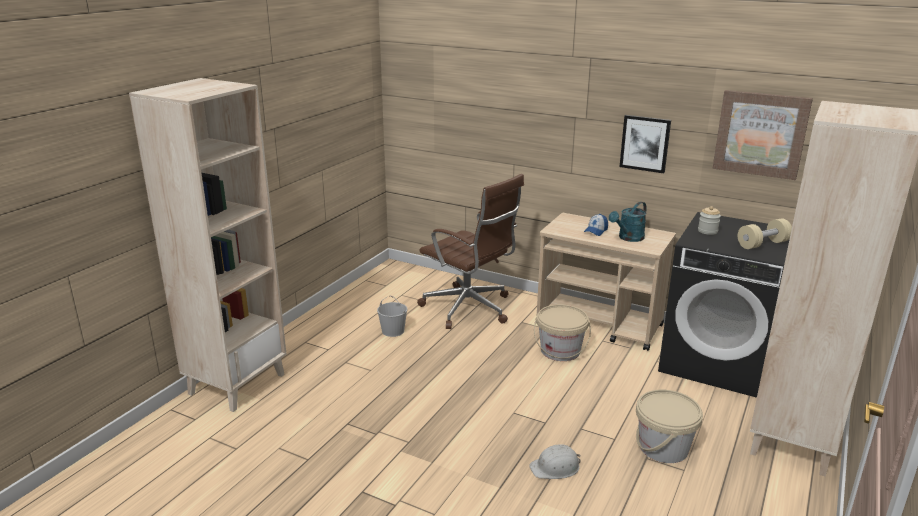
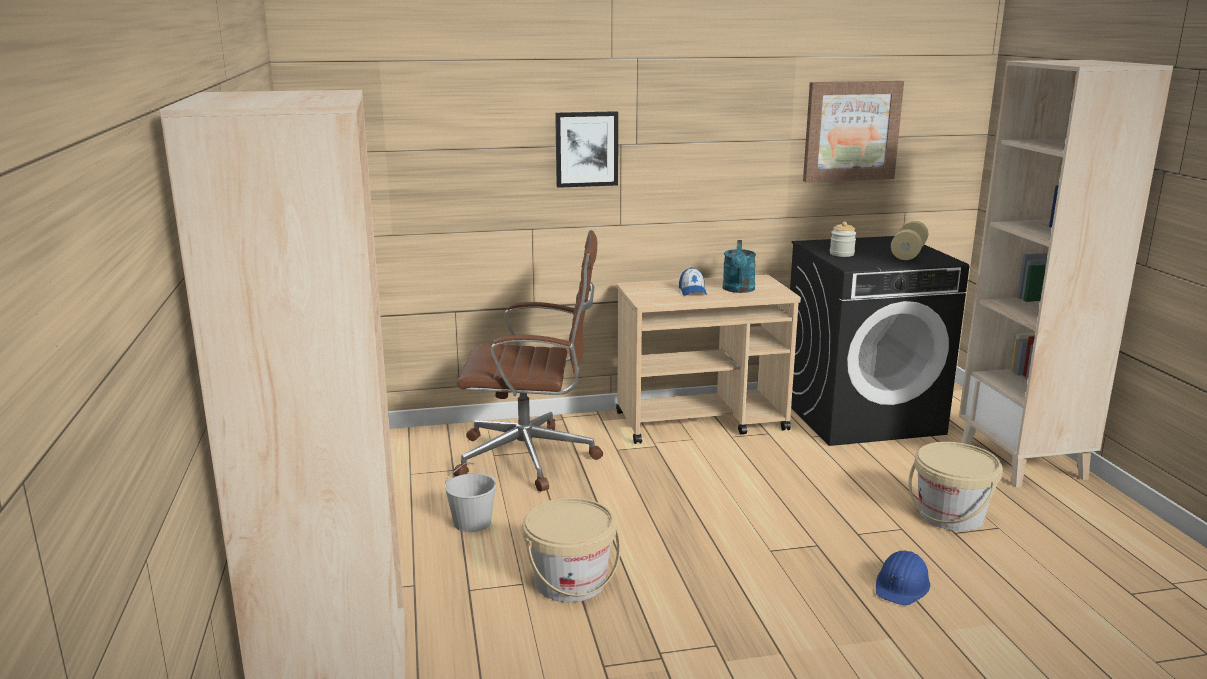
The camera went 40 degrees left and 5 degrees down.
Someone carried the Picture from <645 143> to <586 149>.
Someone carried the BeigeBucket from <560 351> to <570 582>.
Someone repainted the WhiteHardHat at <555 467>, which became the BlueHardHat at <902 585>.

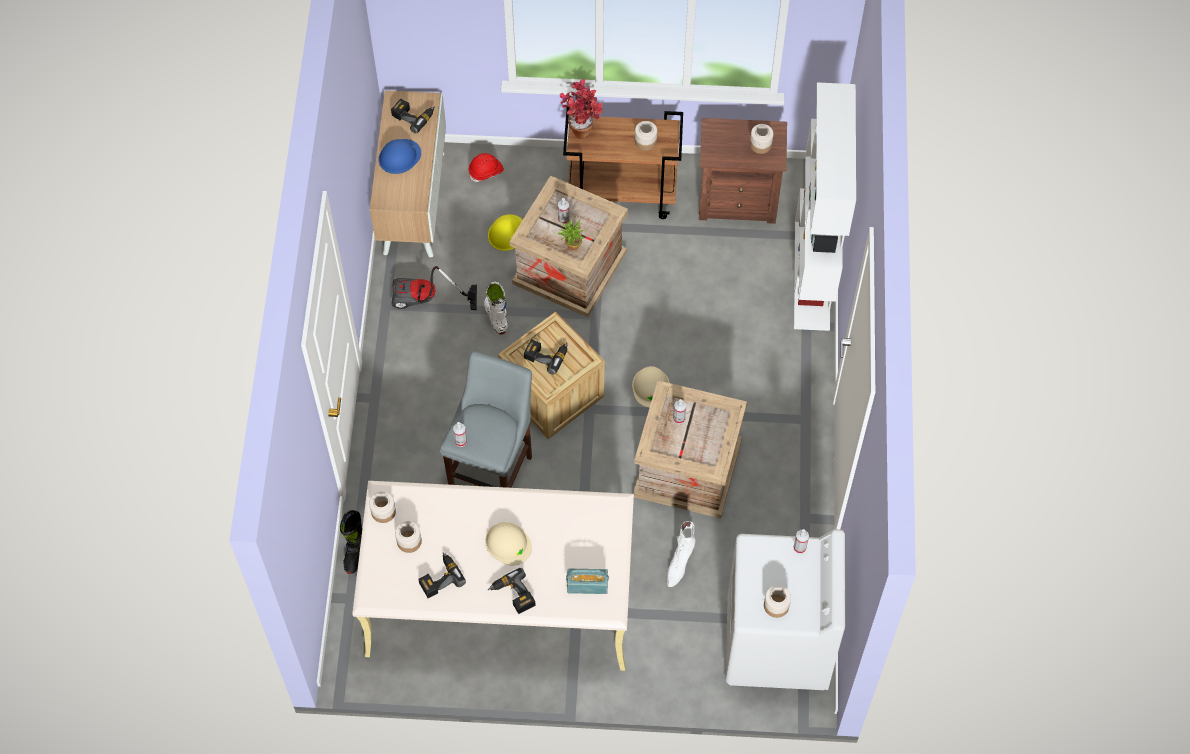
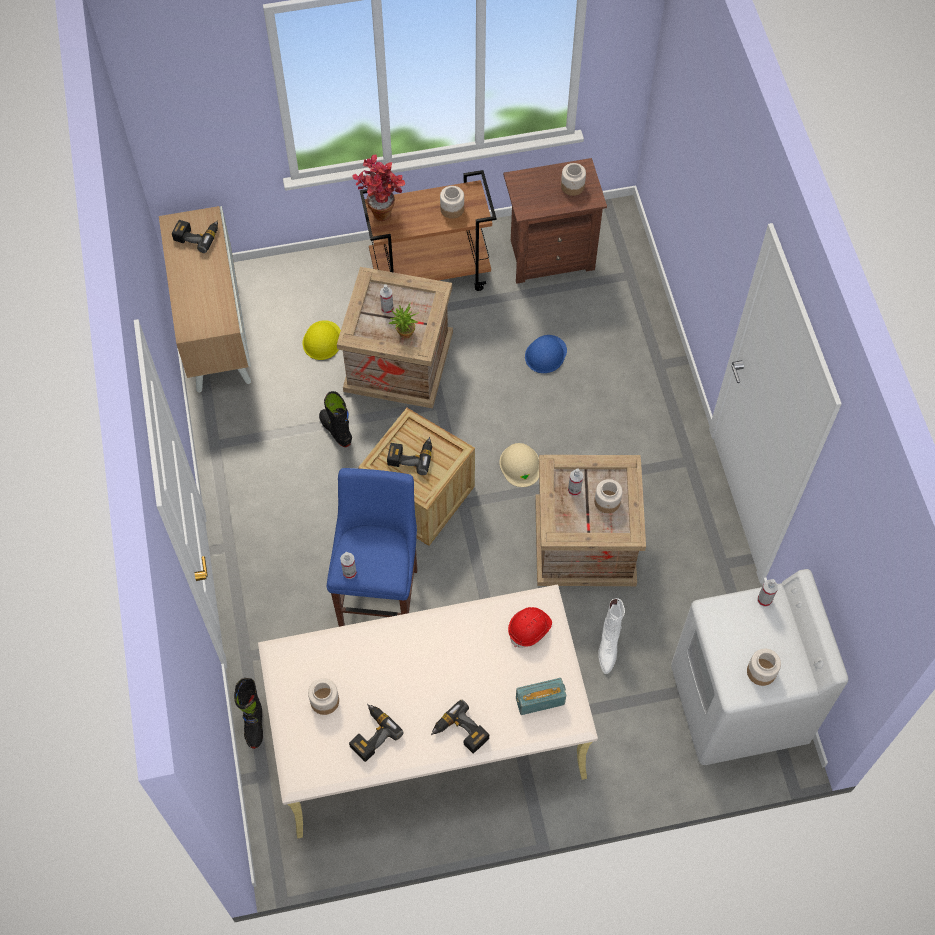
The camera went 15 degrees left and 0 degrees up.
Someone took away the WhiteBookcase at <812 275>.
Someone carried the BlueHardHat from <399 156> to <545 354>.
Someone carried the RedHardHat from <486 171> to <530 629>.
Someone took away the VacuumCleaner at <426 300>.
Someone repainted the WhiteBoot at <496 317>, which became the BlackBoot at <336 430>.
Someone repainted the GreyStool at <493 470>, which became the BlueStool at <380 594>.
Someone carried the Jar from <383 512> to <607 502>.
Someone took away the BeigeHardHat at <508 543>.

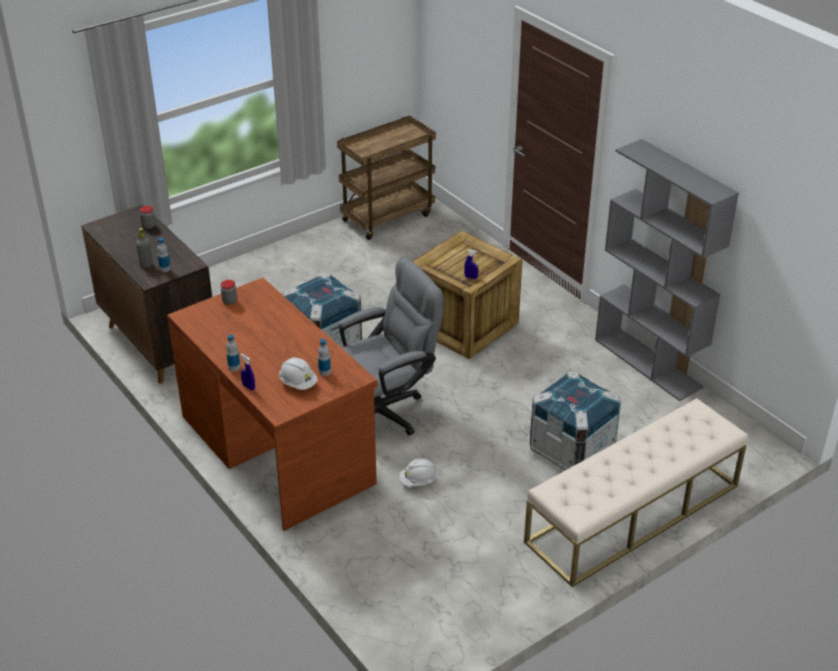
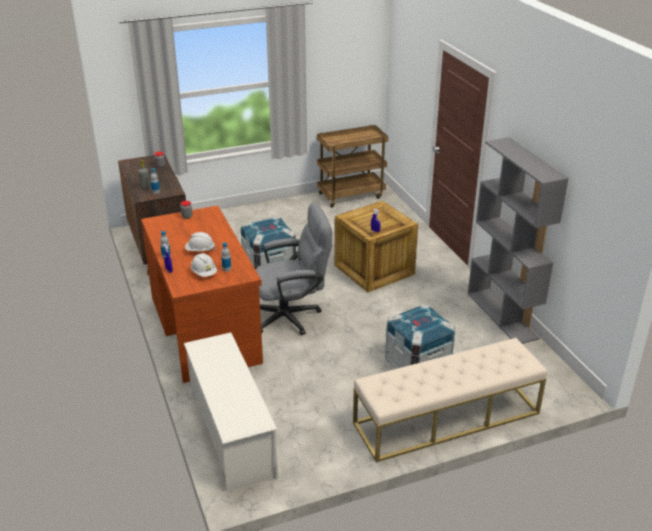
The camera went 15 degrees right and 5 degrees down.
Someone carried the WhiteHardHat from <418 481> to <200 250>.
Someone put down the WhiteShoeRack at <231 434>.

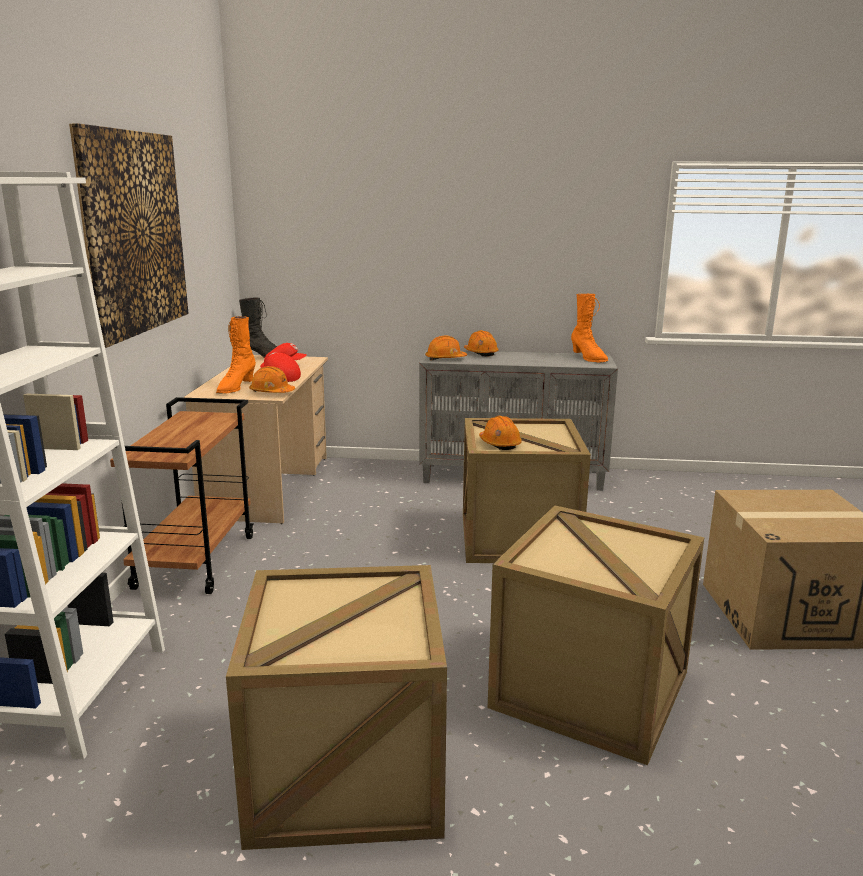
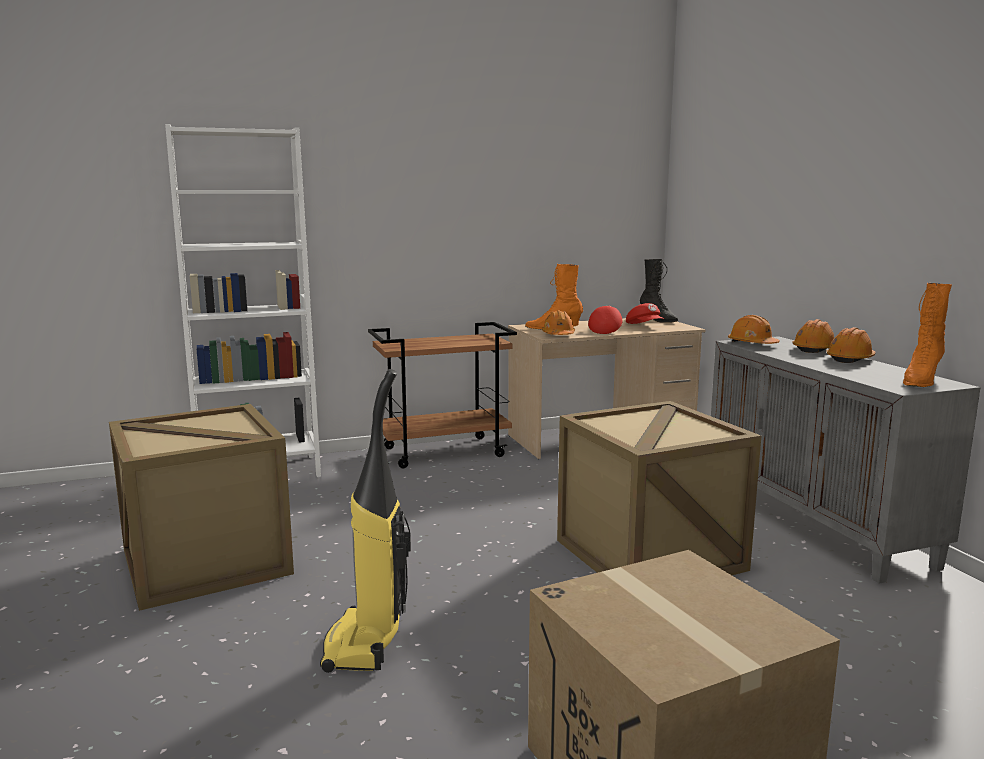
The camera went 65 degrees right and 5 degrees down.
Someone took away the Picture at <134 233>.
Someone carried the OrangeHardHat from <499 444> to <850 359>.
Someone swapped the Crate at <594 689> for the VacuumCleaner at <365 644>.

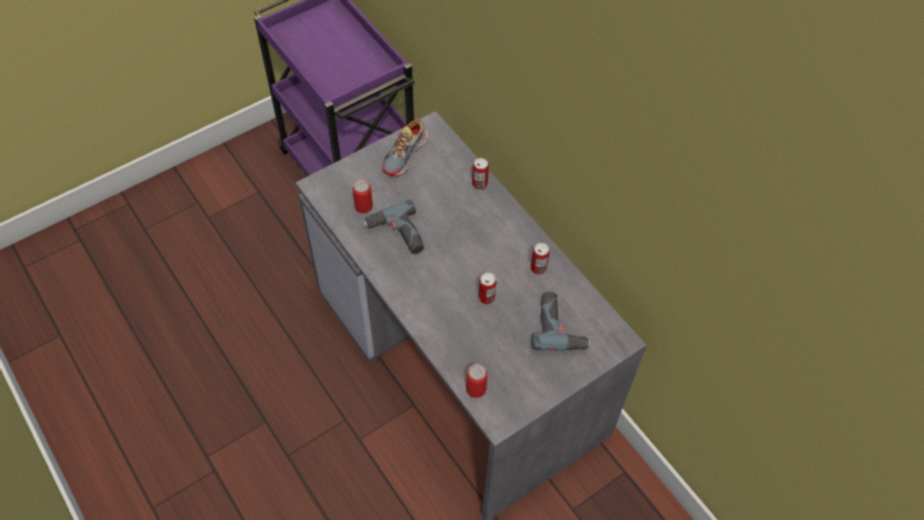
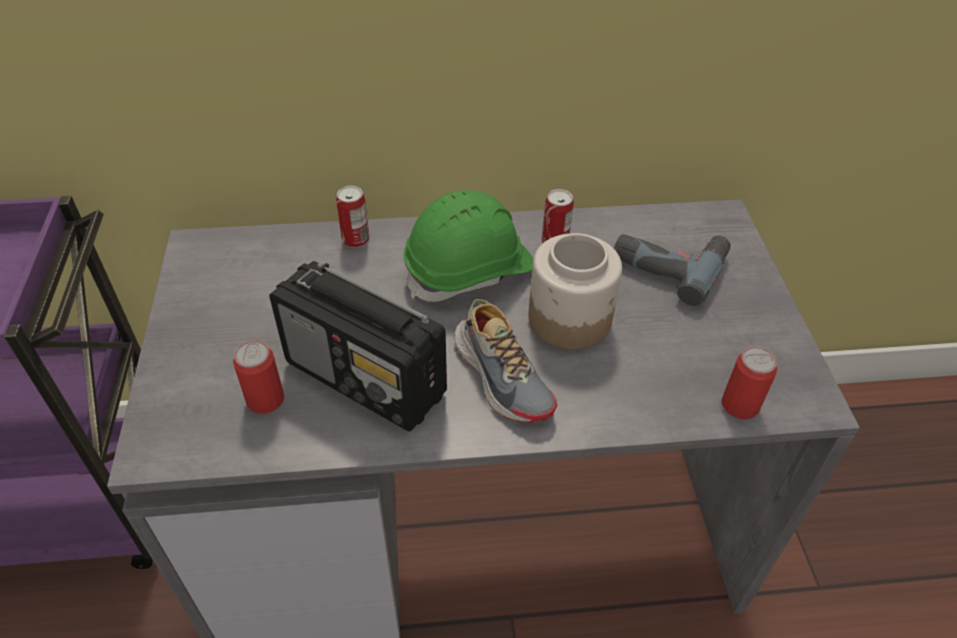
The camera went 60 degrees left and 10 degrees down.
Someone carried the Shoe from <405 154> to <502 375>.
Someone swapped the PowerDrill at <396 235> for the Radio at <366 379>.
Someone swapped the Can at <486 297> for the Jar at <570 319>.
Someone put down the GreenHardHat at <470 271>.

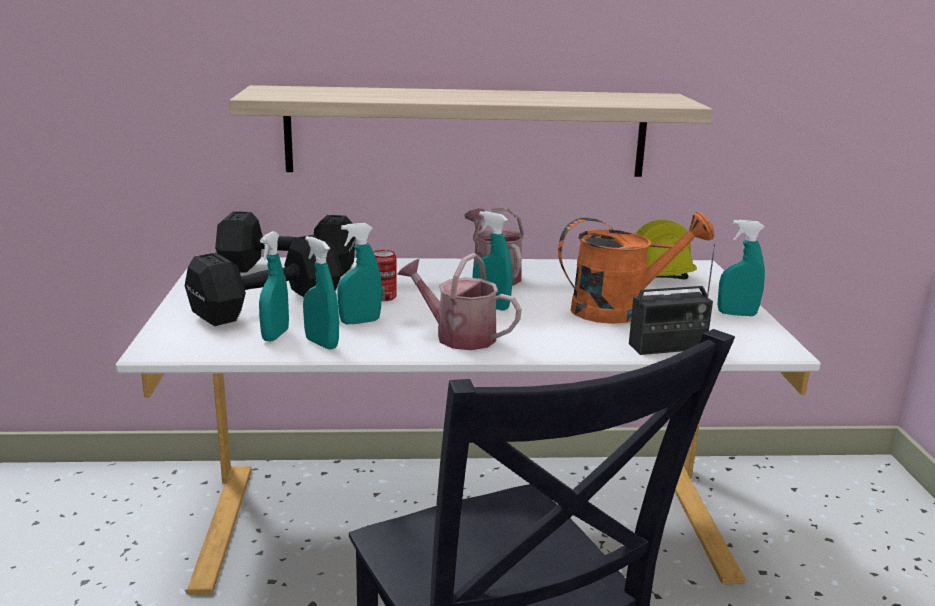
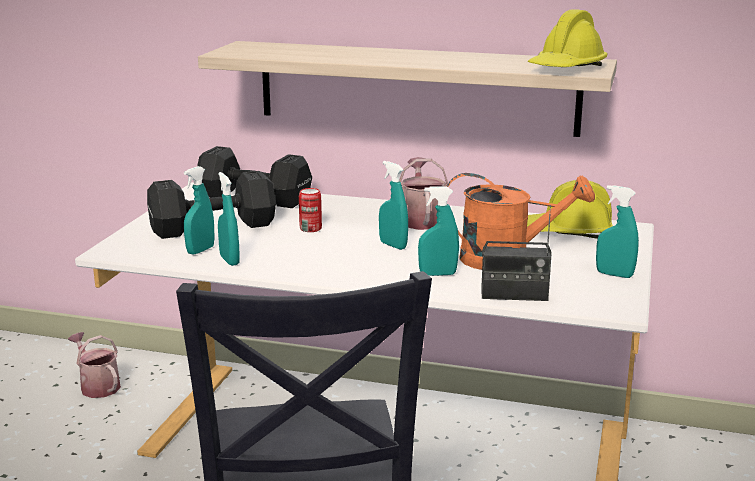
The camera went 20 degrees right and 0 degrees up.
Someone carried the TurquoiseSprayBottle from <360 322> to <437 274>.
Someone carried the WateringCan from <458 336> to <97 385>.
Someone put down the YellowHardHat at <567 68>.

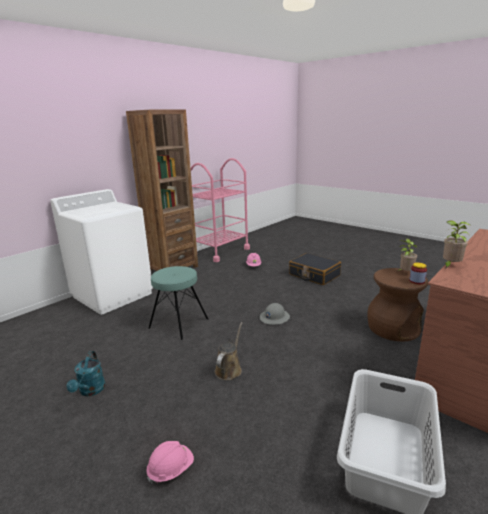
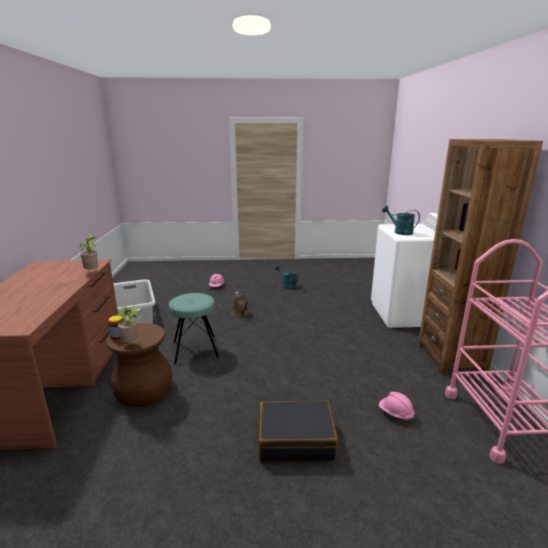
The camera went 135 degrees right and 0 degrees up.
Someone carried the TurquoiseStool from <178 323> to <195 349>.
Someone took away the GreyHardHat at <274 317>.
Someone put down the TurquoiseWateringCan at <400 232>.

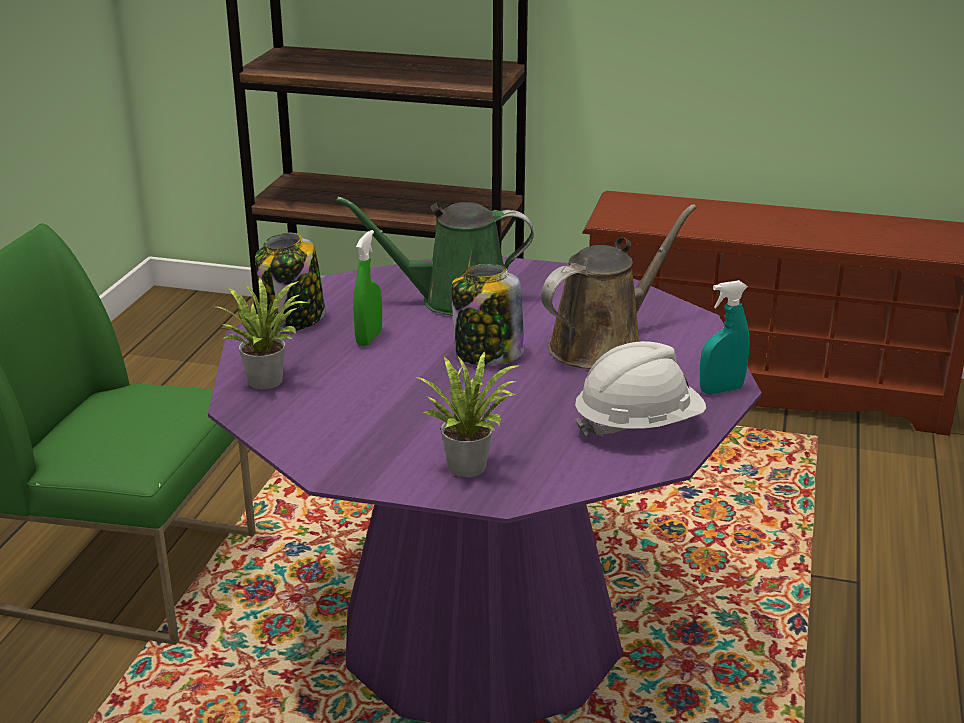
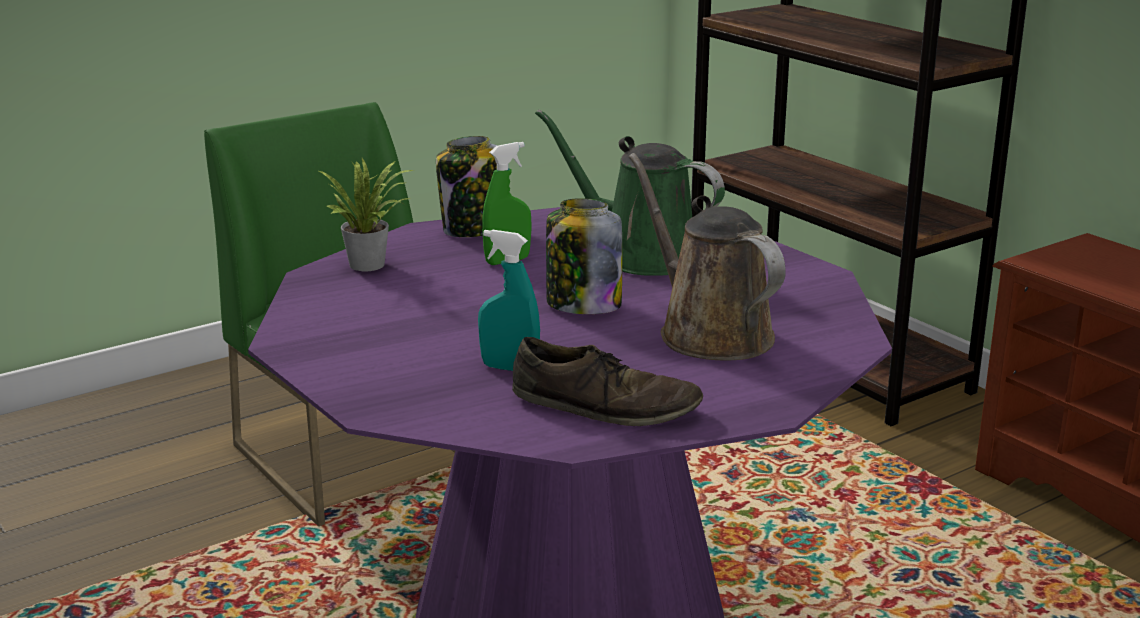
The camera went 40 degrees right and 5 degrees down.
Someone rotated the BrownWateringCan at <603 345> by 120 degrees counterclockwise.
Someone carried the TurquoiseSprayBottle from <721 390> to <509 368>.
Someone swapped the WhiteHardHat at <638 425> for the BrownShoe at <605 406>.
Someone took away the PottedPlant at <470 464>.

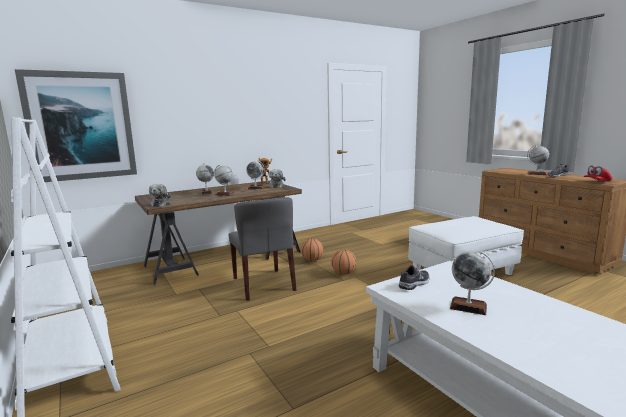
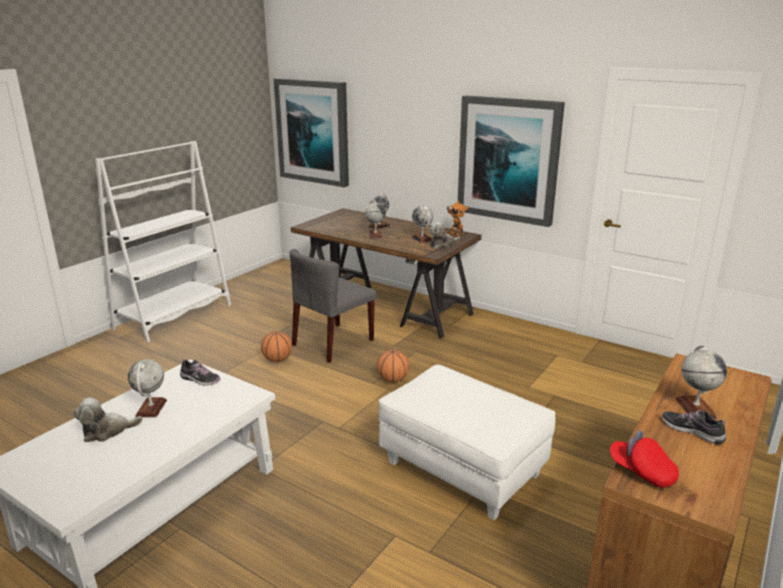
The camera went 65 degrees right and 10 degrees up.
Someone carried the PlushToy from <162 204> to <107 431>.
Someone carried the Basketball from <312 260> to <277 360>.
Someone put up the Picture at <508 159>.

